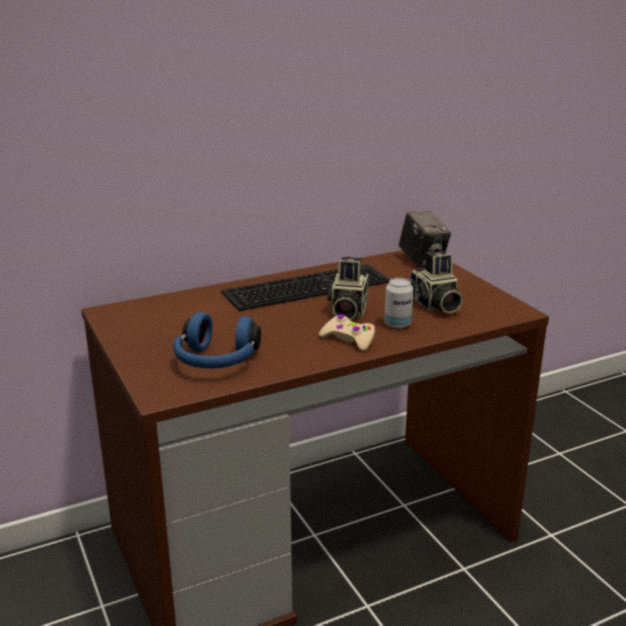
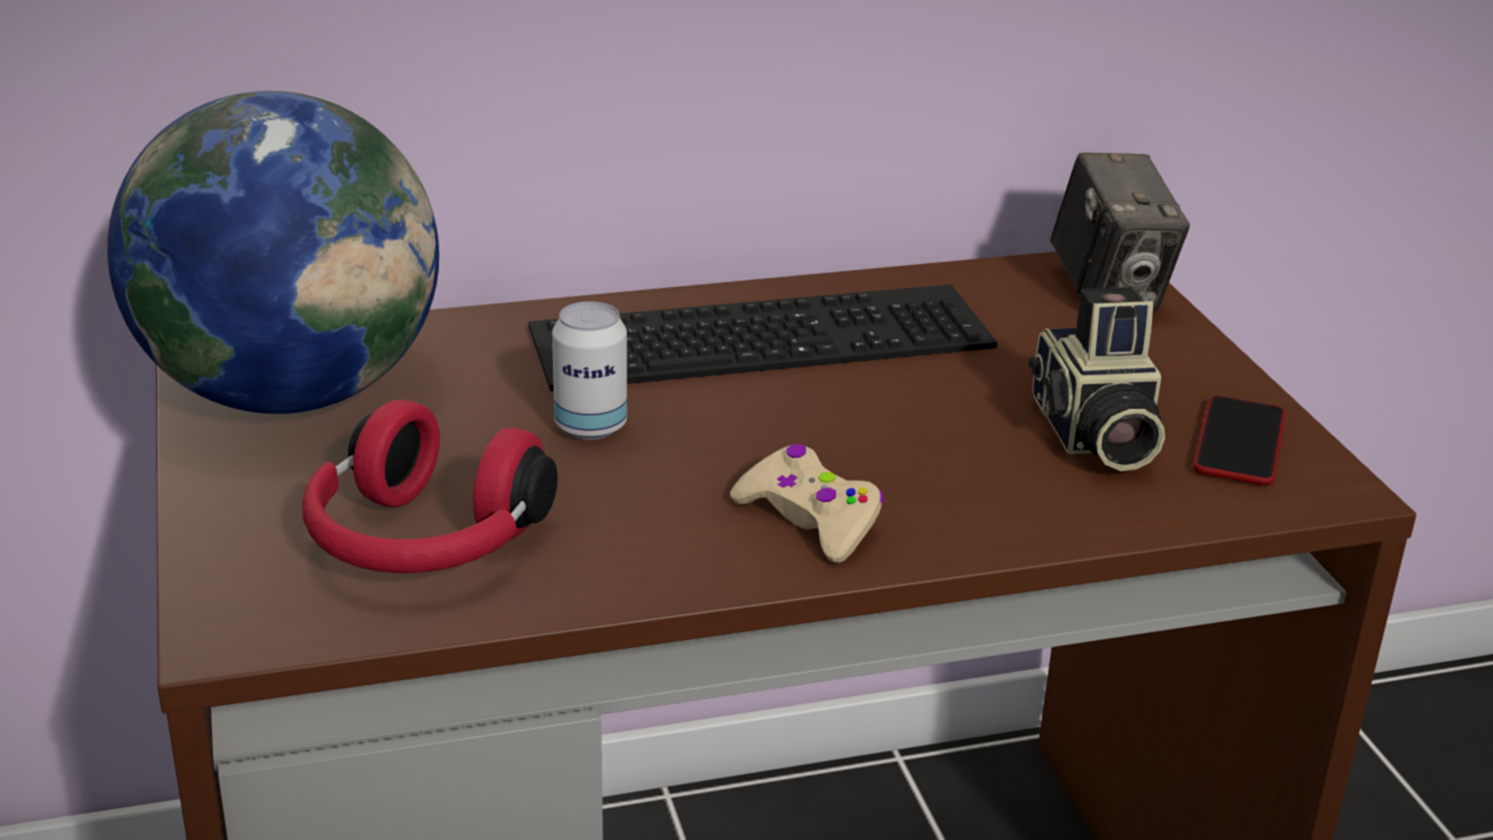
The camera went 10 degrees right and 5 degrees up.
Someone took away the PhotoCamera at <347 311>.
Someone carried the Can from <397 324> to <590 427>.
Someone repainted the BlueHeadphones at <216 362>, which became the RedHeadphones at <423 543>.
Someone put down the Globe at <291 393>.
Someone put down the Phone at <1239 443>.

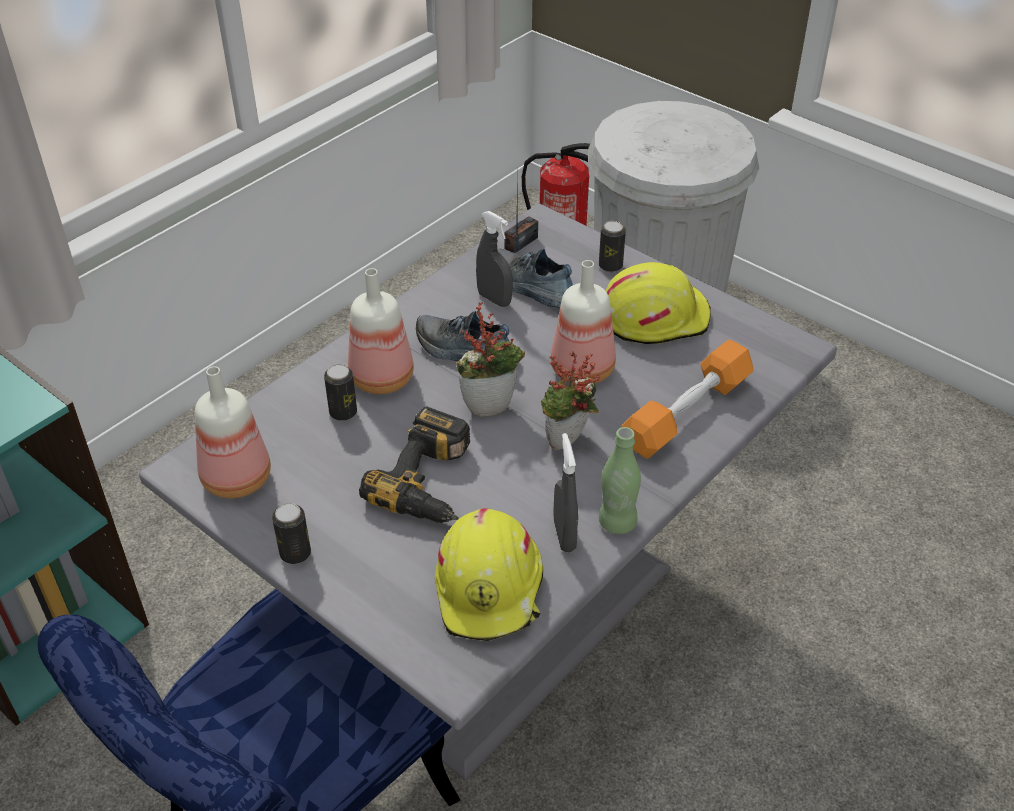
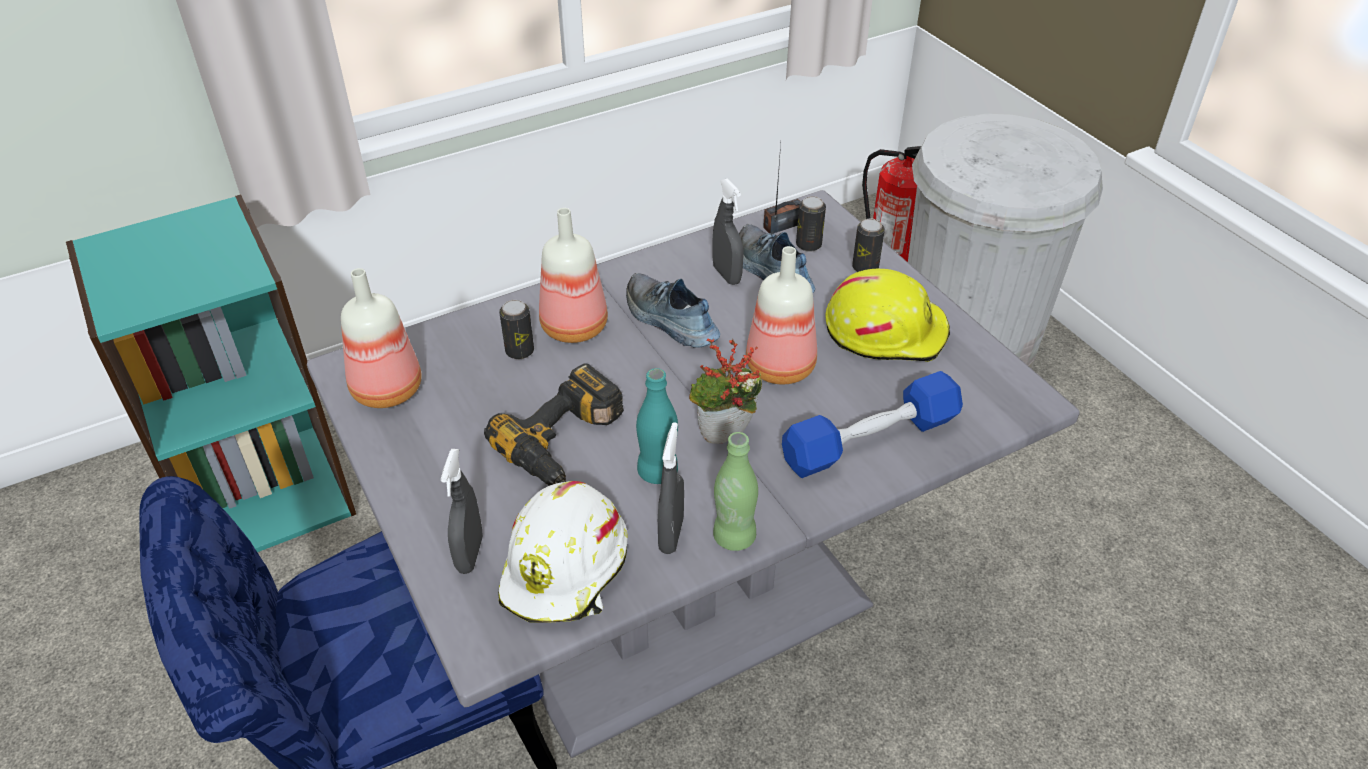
The camera went 20 degrees right and 0 degrees up.
Someone took away the PottedPlant at <490 405>.
Someone repainted the OrangeDumbbell at <687 413>, which became the BlueDumbbell at <870 440>.
Someone carried the Can from <295 553> to <808 245>.
Someone repainted the YellowHardHat at <491 589>, which became the WhiteHardHat at <567 568>.
Someone put down the TurquoiseBottle at <657 472>.
Someone put down the GreySprayBottle at <470 554>.

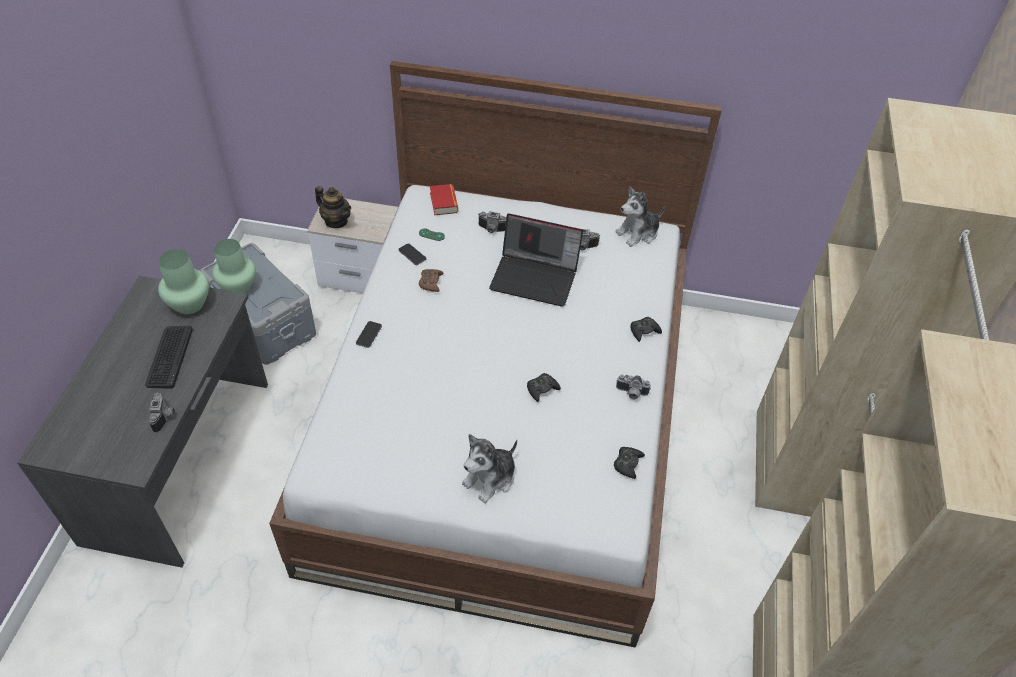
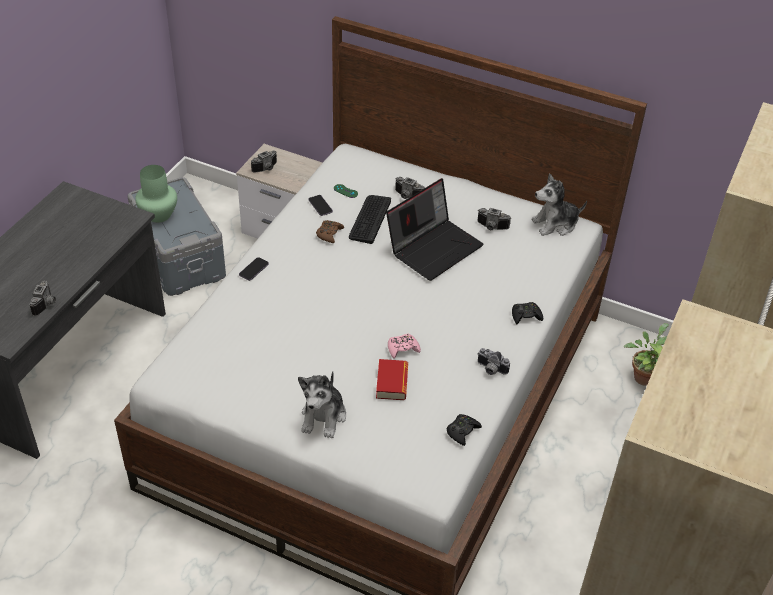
The camera went 15 degrees right and 5 degrees down.
Someone carried the Book from <444 203> to <392 383>.
Someone swapped the Teapot at <336 221> for the PhotoCamera at <266 169>.
Someone rotated the Laptop at <536 277> by 75 degrees counterclockwise.
Someone took away the GreenVase at <189 304>.
Someone carried the Keyboard from <169 357> to <369 219>.
Someone repainted the BlackGameController at <542 389>, which became the PinkGameController at <402 348>.
Someone rotated the PlushToy at <490 478> by 45 degrees counterclockwise.
Someone put down the PottedPlant at <644 375>.

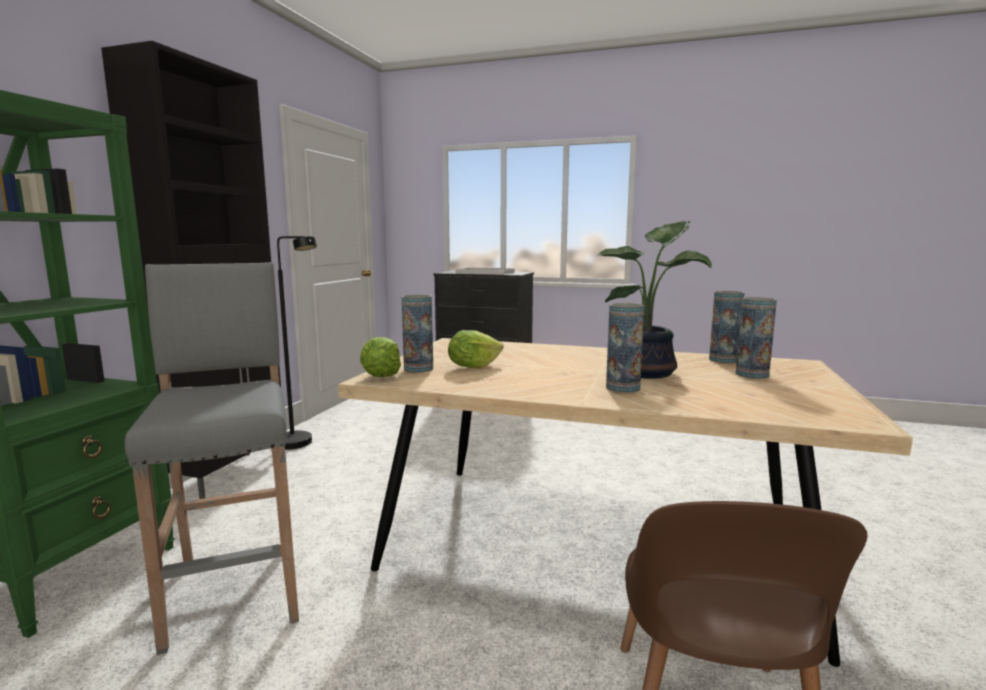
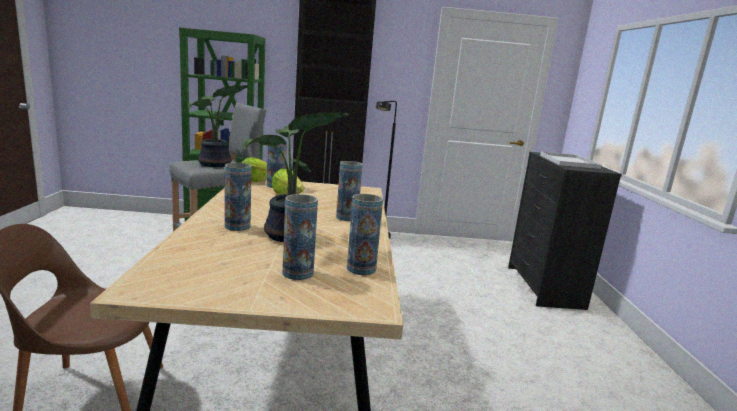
The camera went 70 degrees right and 5 degrees up.
Someone put down the PottedPlant at <215 165>.
Someone put down the Vase at <347 217>.

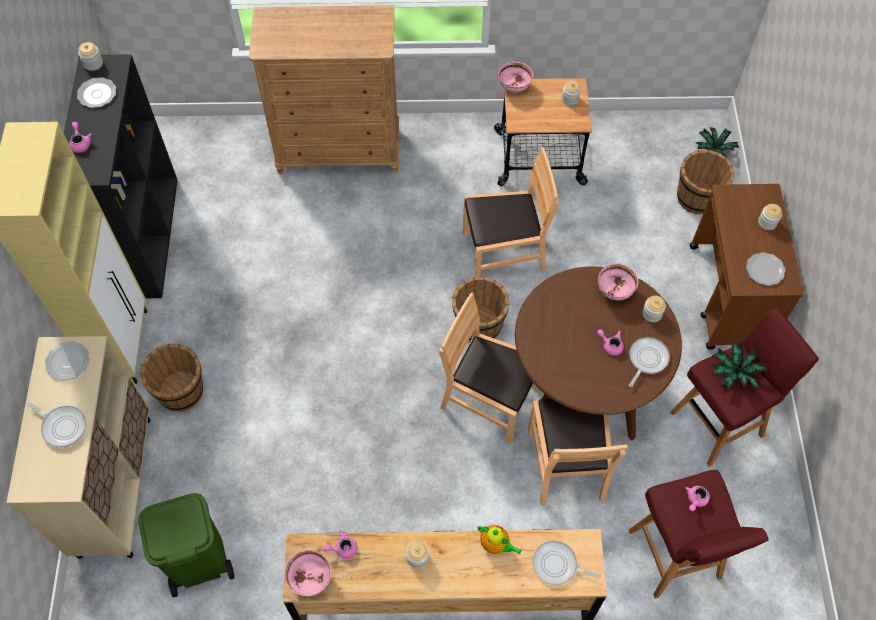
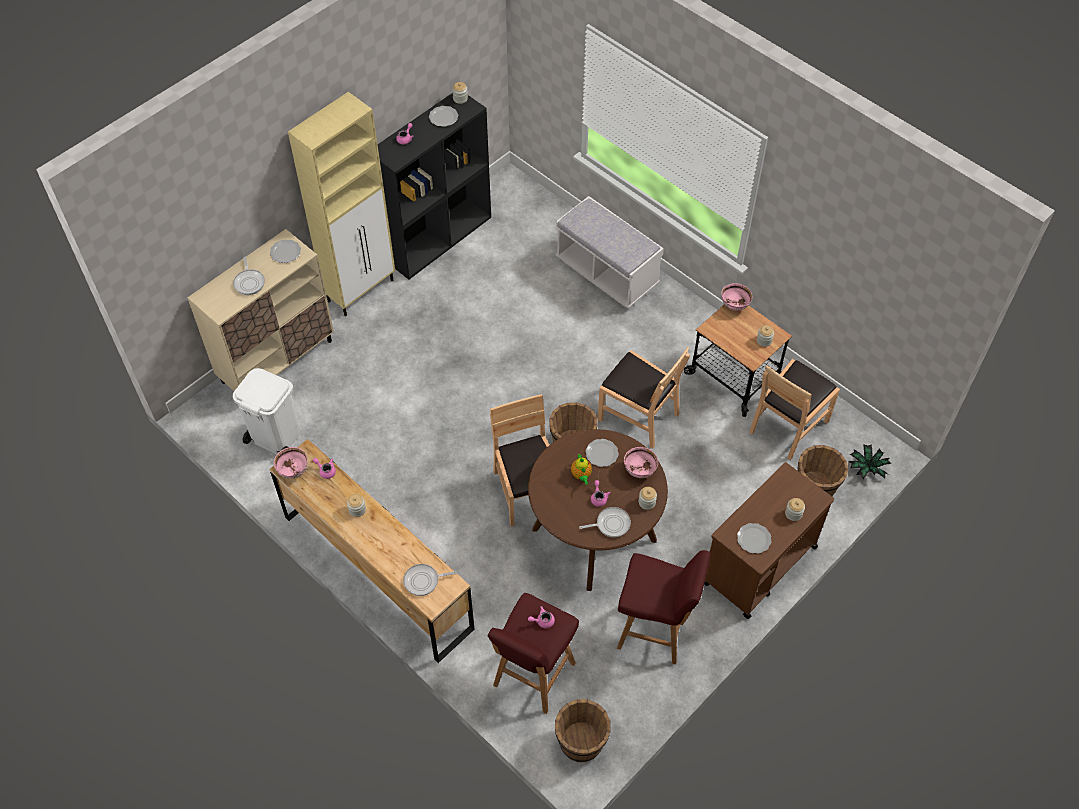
The camera went 45 degrees right and 5 degrees down.
Someone swapped the BrownDresser at <339 151> for the WhiteBench at <607 273>.
Someone took away the PottedPlant at <734 374>.
Someone carried the BrownBucket from <181 392> to <581 742>.
Someone carried the BrownChair from <567 464> to <788 425>.
Someone repainted the GreenTrashCan at <198 561>, which became the WhiteTrashCan at <275 437>.
Someone carried the Teapot from <496 544> to <581 475>.
Someone rotated the FryingPan at <557 565> by 75 degrees counterclockwise.
Someone put down the Plate at <601 453>.

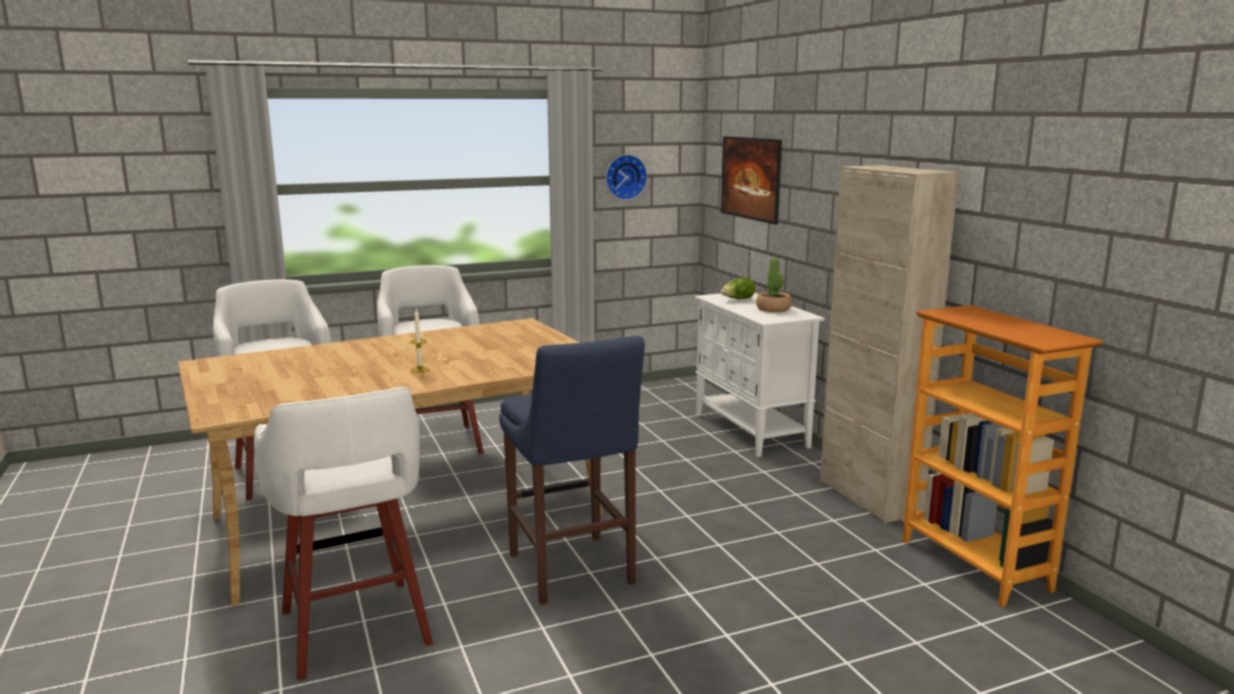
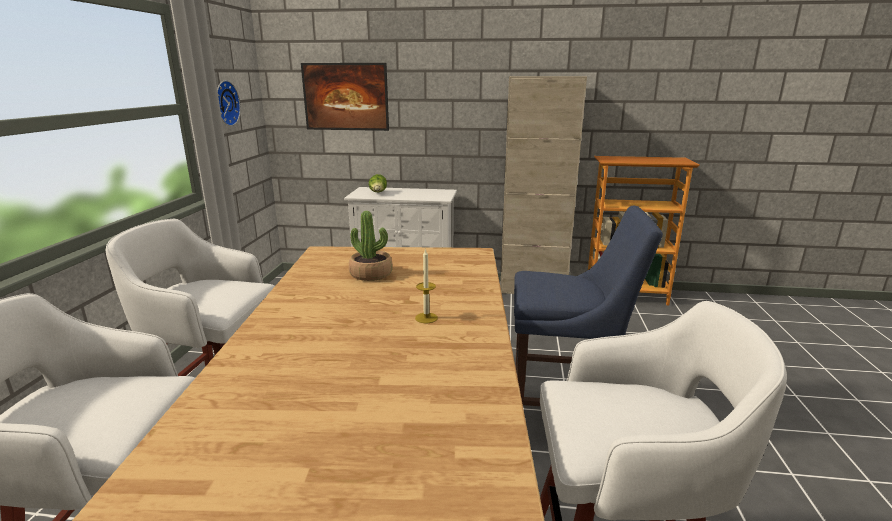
The camera went 60 degrees left and 5 degrees up.
Someone carried the PottedPlant from <773 309> to <371 274>.

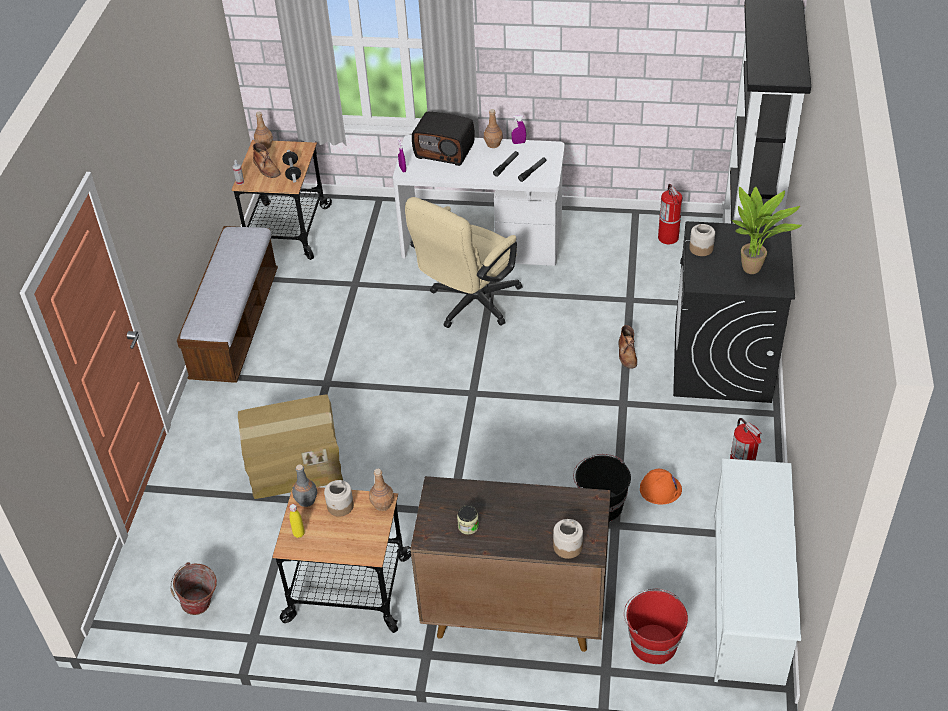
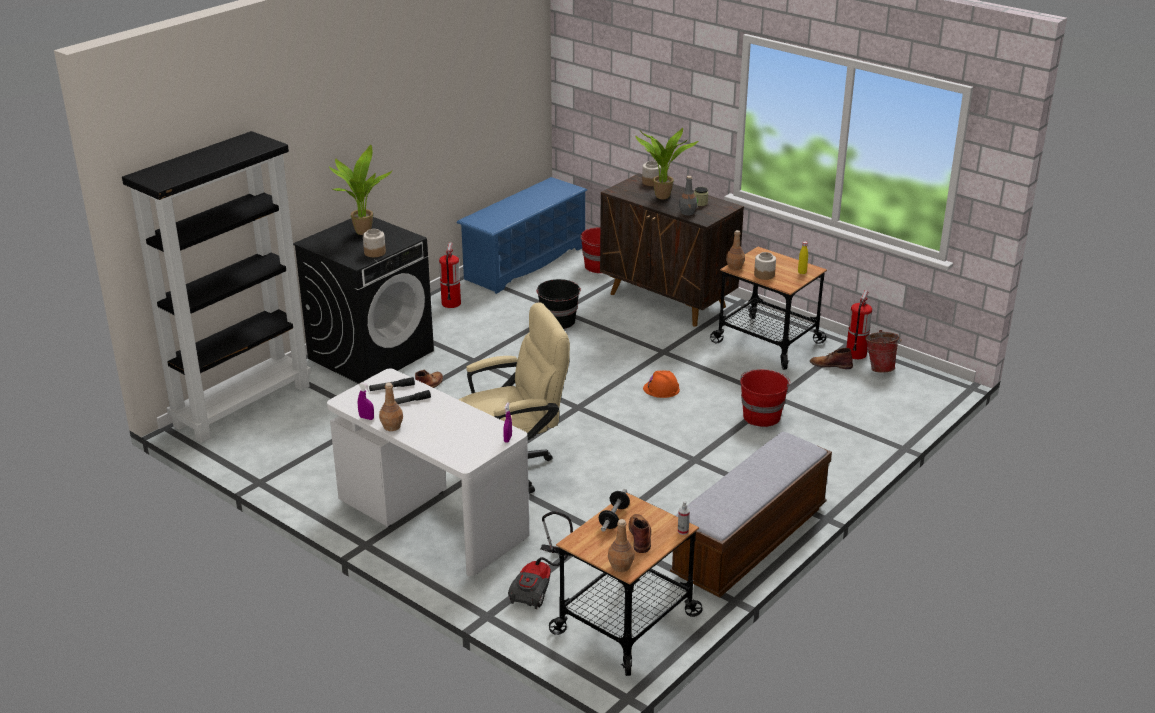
The camera went 150 degrees left and 15 degrees down.
Someone took away the Radio at <445 151>.
Someone carried the FireExtinguisher from <668 238> to <856 354>.
Someone swapped the CardboardBox at <295 465> for the RedBucket at <761 416>.
Someone repainted the WhiteShoeRack at <748 598>, which became the BlueShoeRack at <525 262>.
Someone carried the GreyBottle from <306 500> to <687 212>.
Someone carried the OrangeHardHat from <660 489> to <661 389>.
Someone put down the PottedPlant at <663 198>.
Someone put down the BrownBoot at <830 364>.
Someone put down the VacuumCleaner at <541 584>.

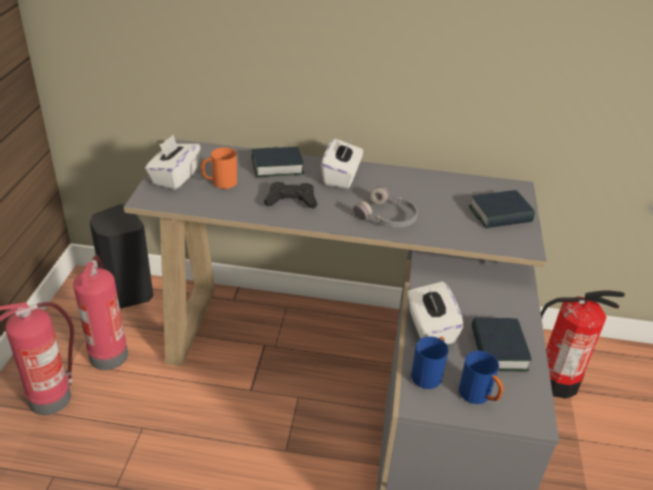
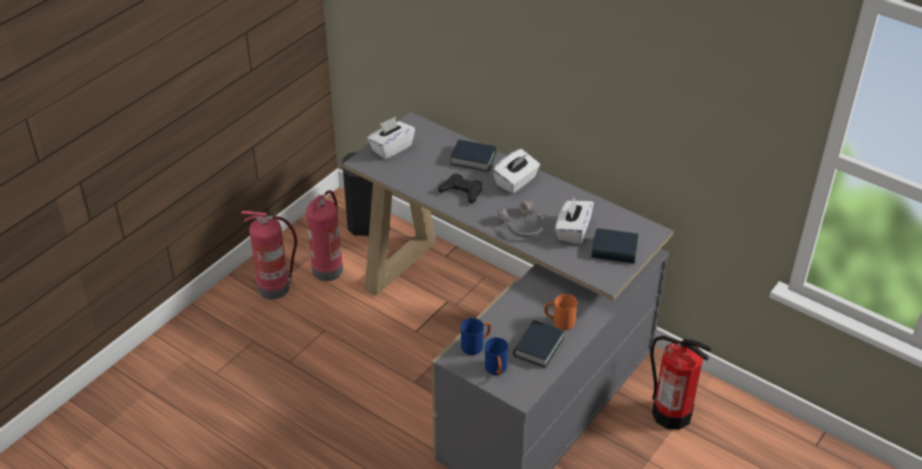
The camera went 30 degrees right and 5 degrees up.
Someone carried the OrangeMug from <220 183> to <559 322>.
Someone carried the WhiteTissueBox from <430 328> to <572 231>.

